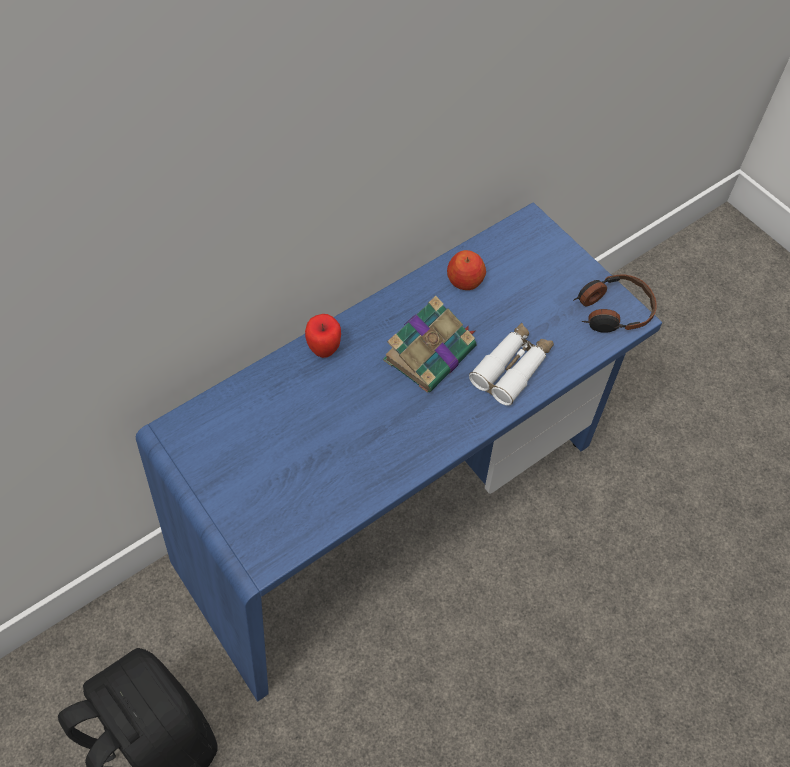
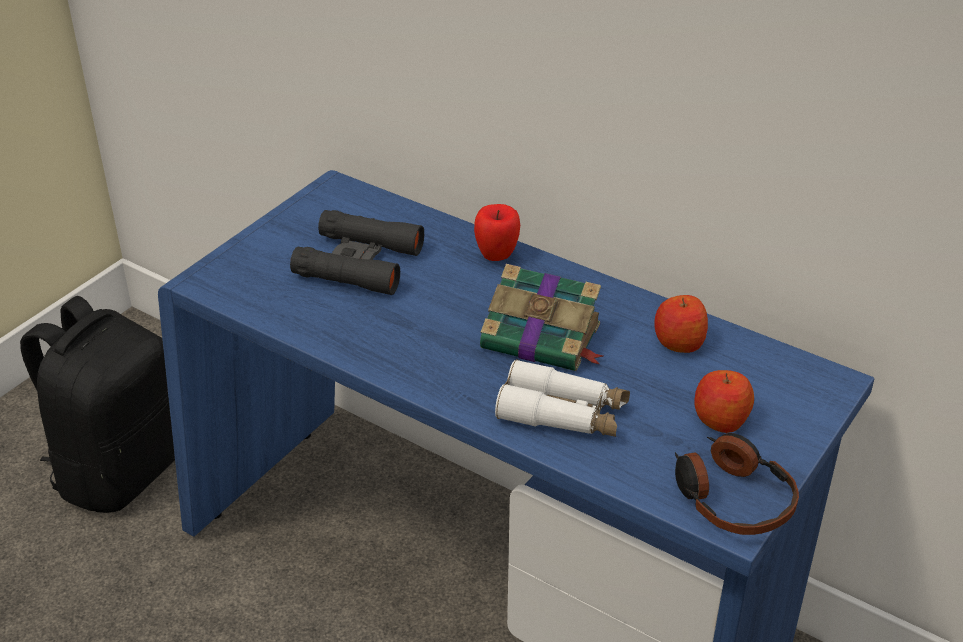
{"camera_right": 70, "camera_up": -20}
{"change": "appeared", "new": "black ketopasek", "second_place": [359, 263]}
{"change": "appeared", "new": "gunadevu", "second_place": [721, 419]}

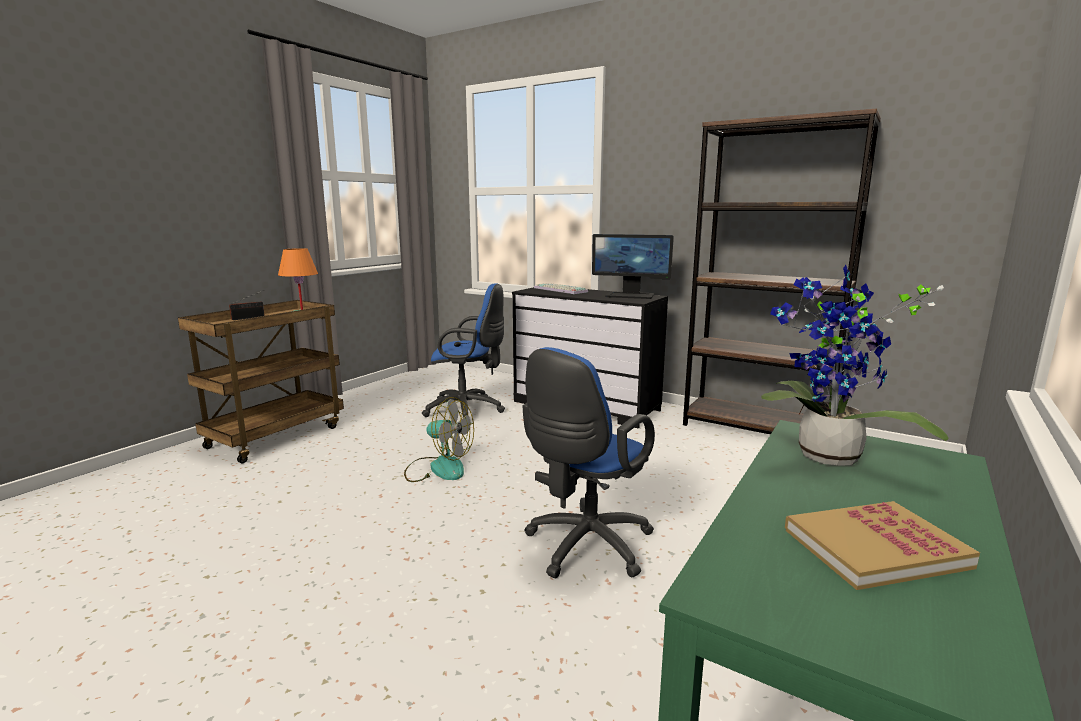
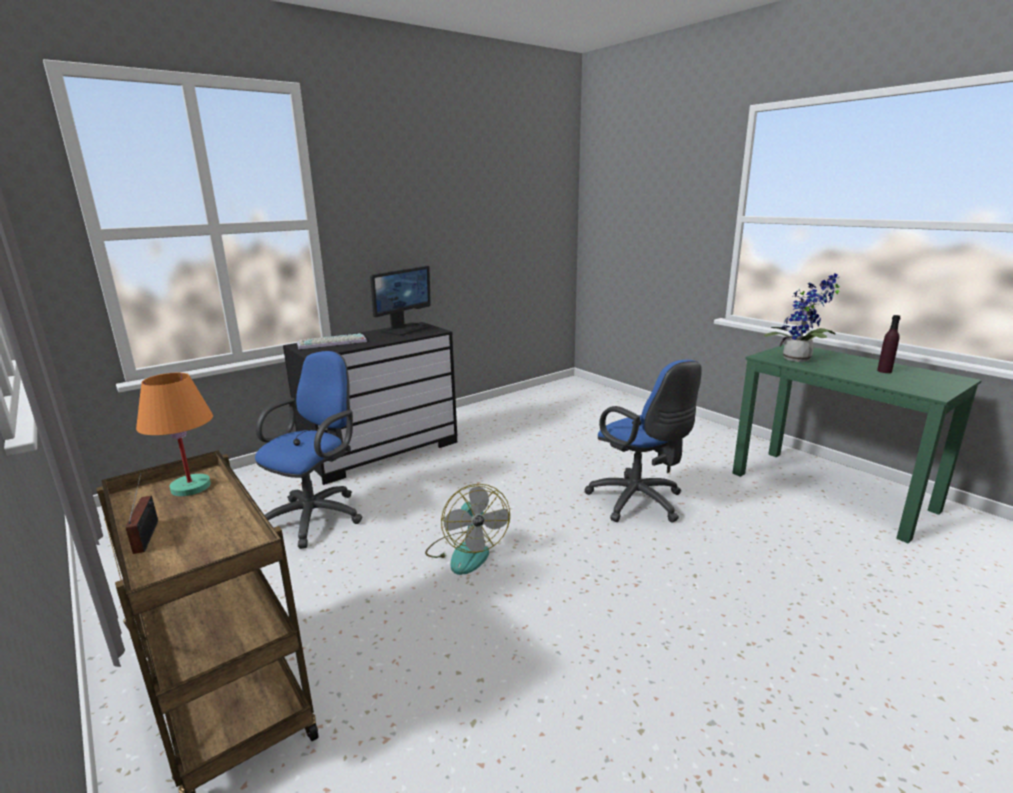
{"camera_right": -70, "camera_up": 5}
{"change": "missing", "old": "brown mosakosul", "first_place": [757, 429]}
{"change": "spun", "old": "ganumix", "first_place": [438, 468], "second_place": [466, 552], "degrees": 120}
{"change": "exchanged", "old": "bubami", "new": "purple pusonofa", "first_place": [874, 548], "second_place": [884, 371]}

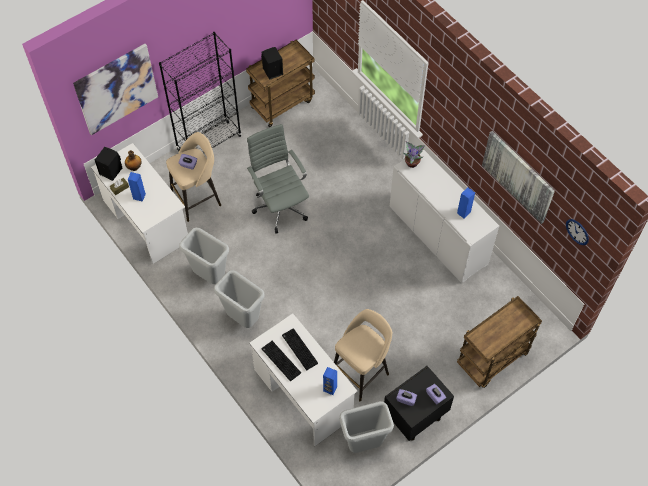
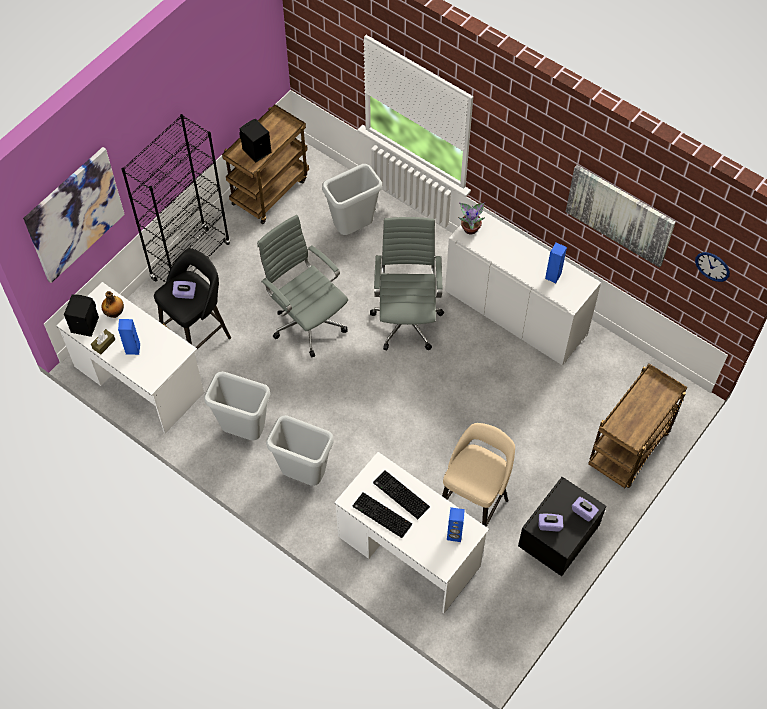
{"camera_right": -15, "camera_up": 0}
{"change": "colour", "old": "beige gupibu", "new": "black gupibu", "first_place": [197, 199], "second_place": [198, 337]}
{"change": "relocated", "old": "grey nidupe", "first_place": [364, 444], "second_place": [353, 229]}
{"change": "appeared", "new": "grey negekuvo", "second_place": [407, 319]}

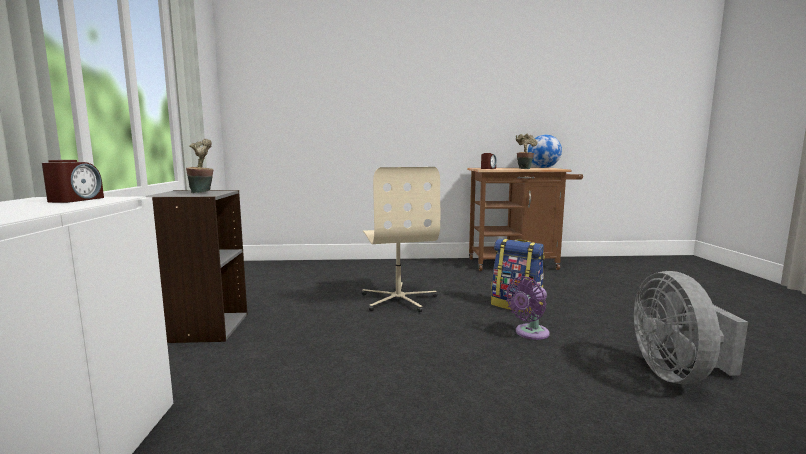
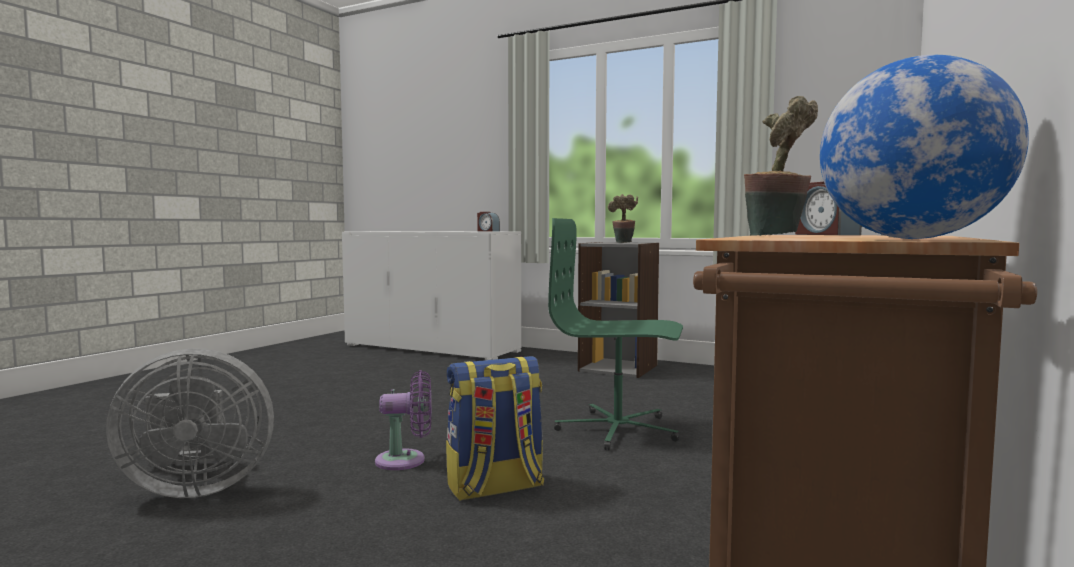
{"camera_right": 120, "camera_up": -5}
{"change": "colour", "old": "beige negekuvo", "new": "green negekuvo", "first_place": [398, 299], "second_place": [618, 430]}
{"change": "spun", "old": "grey ganumix", "first_place": [677, 374], "second_place": [195, 488], "degrees": 135}
{"change": "spun", "old": "purple ganumix", "first_place": [529, 333], "second_place": [406, 460], "degrees": 90}

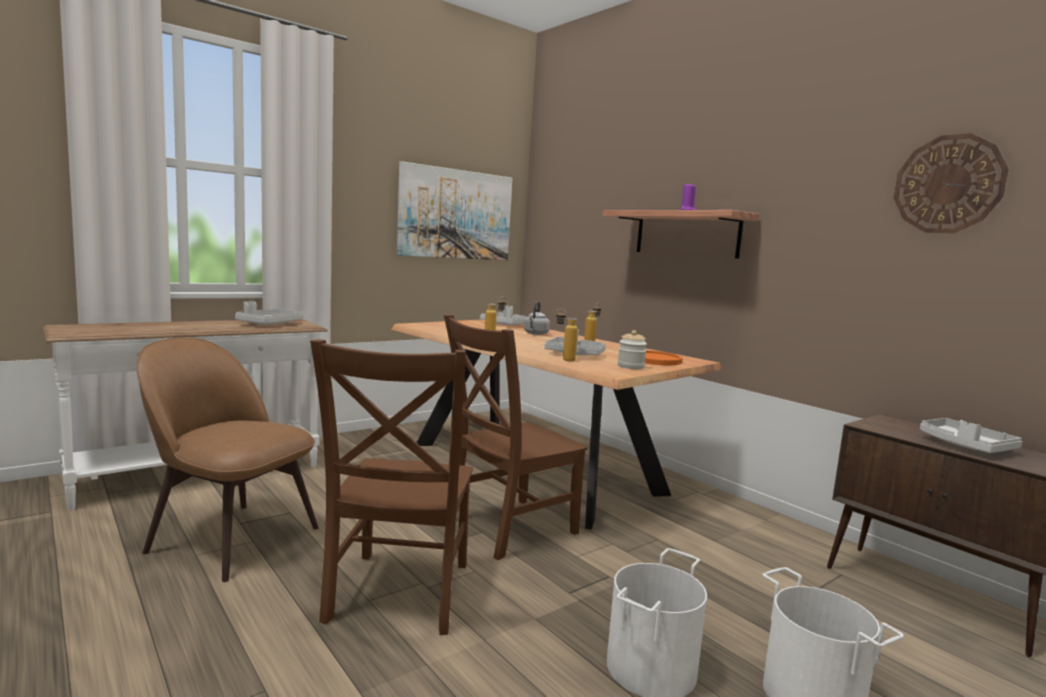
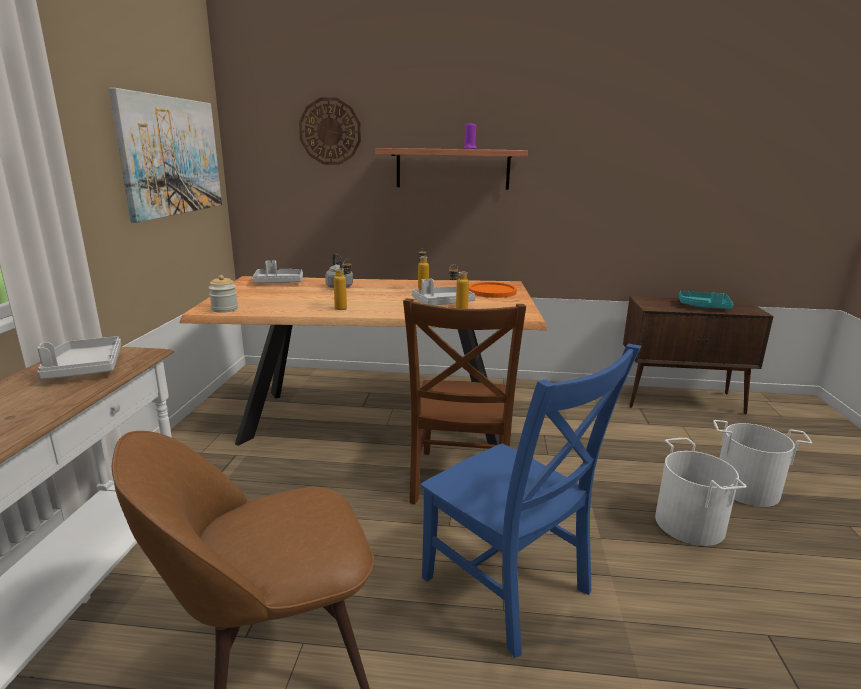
{"camera_right": -45, "camera_up": 10}
{"change": "relocated", "old": "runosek", "first_place": [948, 184], "second_place": [330, 131]}
{"change": "relocated", "old": "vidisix", "first_place": [630, 366], "second_place": [225, 309]}
{"change": "colour", "old": "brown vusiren", "new": "blue vusiren", "first_place": [397, 595], "second_place": [510, 589]}
{"change": "colour", "old": "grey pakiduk", "new": "turquoise pakiduk", "first_place": [964, 446], "second_place": [703, 307]}

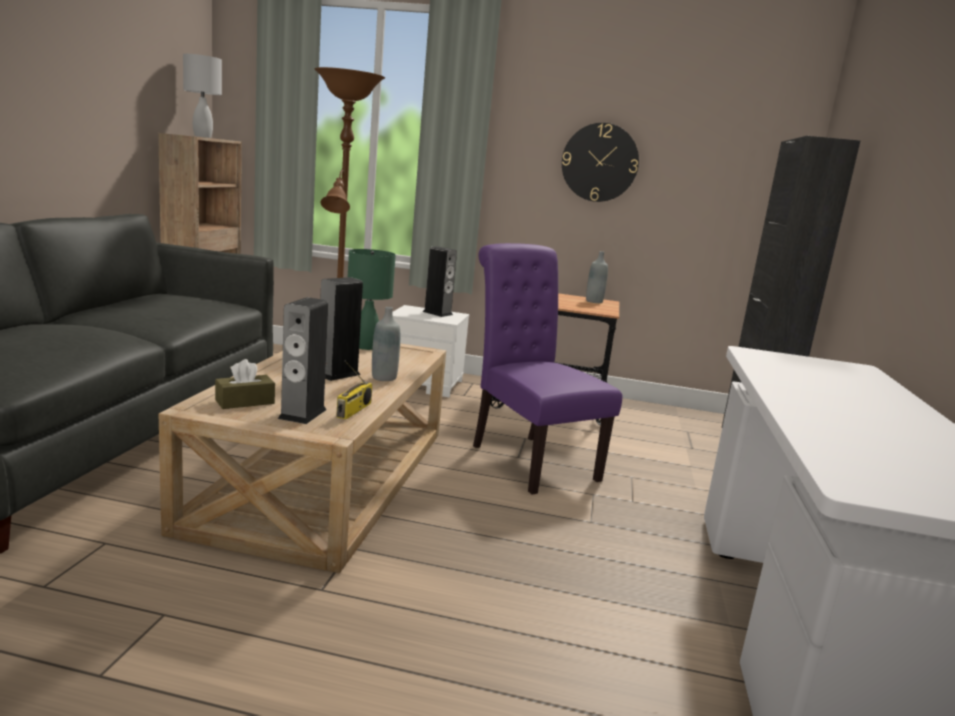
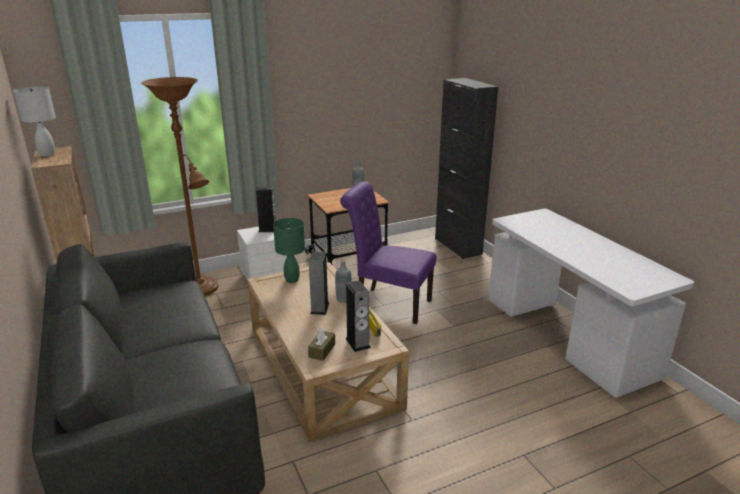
{"camera_right": -35, "camera_up": 10}
{"change": "missing", "old": "runosek", "first_place": [599, 162]}

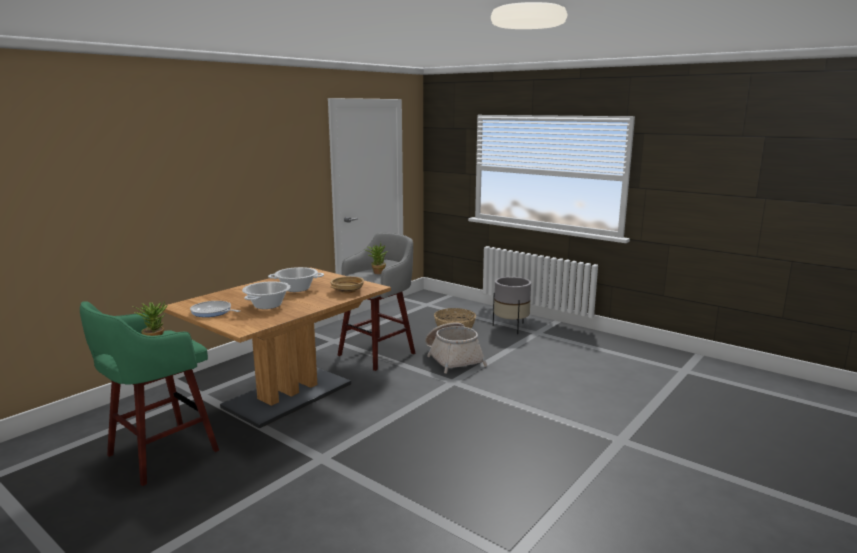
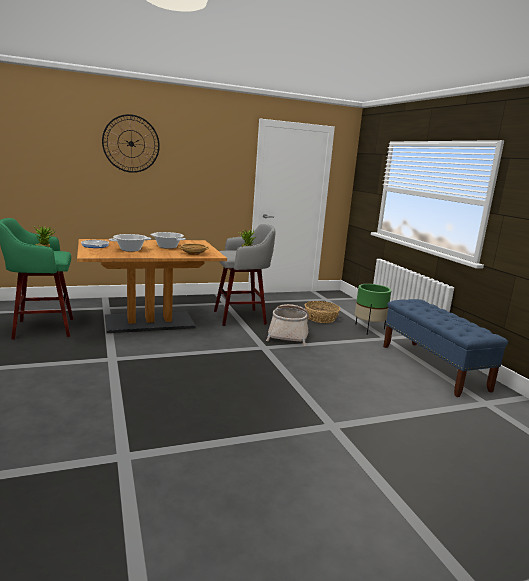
{"camera_right": 30, "camera_up": 0}
{"change": "colour", "old": "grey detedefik", "new": "green detedefik", "first_place": [511, 327], "second_place": [369, 329]}
{"change": "appeared", "new": "runosek", "second_place": [131, 144]}
{"change": "appeared", "new": "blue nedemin", "second_place": [433, 367]}

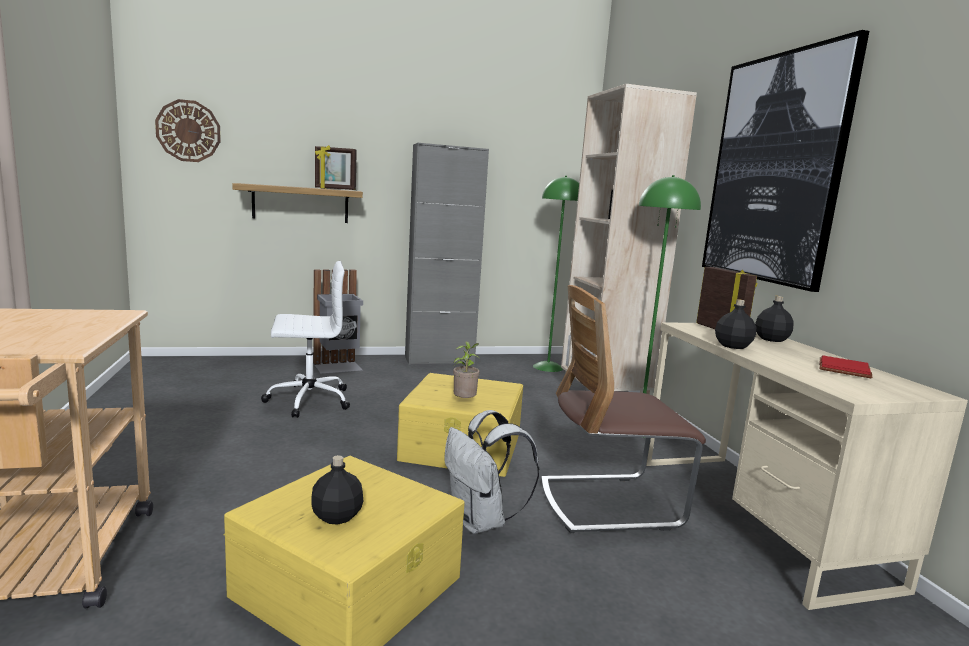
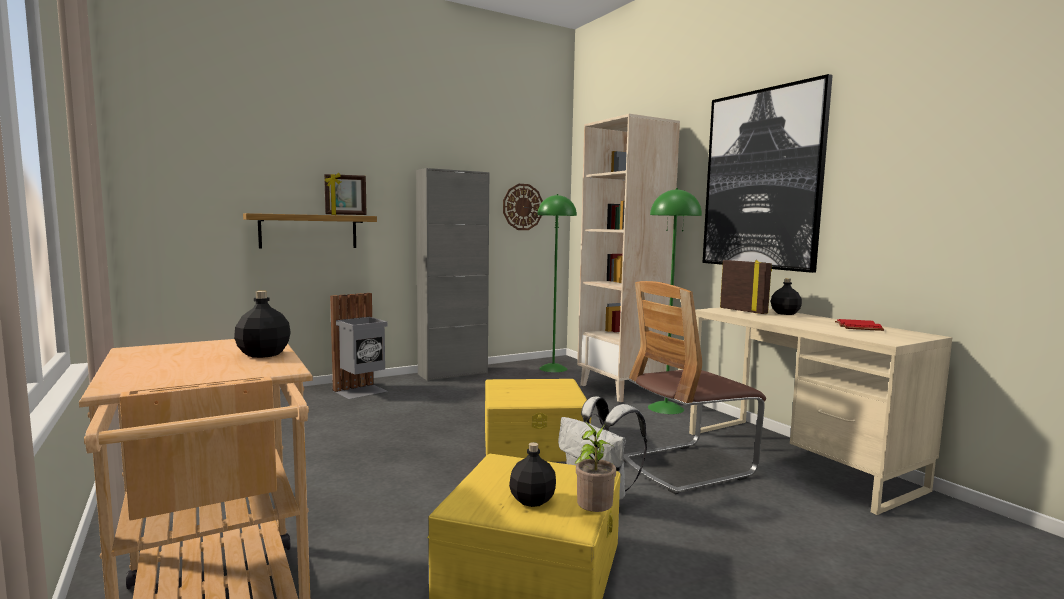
{"camera_right": -15, "camera_up": -5}
{"change": "relocated", "old": "runosek", "first_place": [188, 131], "second_place": [522, 207]}
{"change": "missing", "old": "white negekuvo", "first_place": [307, 400]}
{"change": "relocated", "old": "black pusonofa", "first_place": [733, 346], "second_place": [264, 354]}
{"change": "relocated", "old": "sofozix", "first_place": [464, 402], "second_place": [593, 516]}

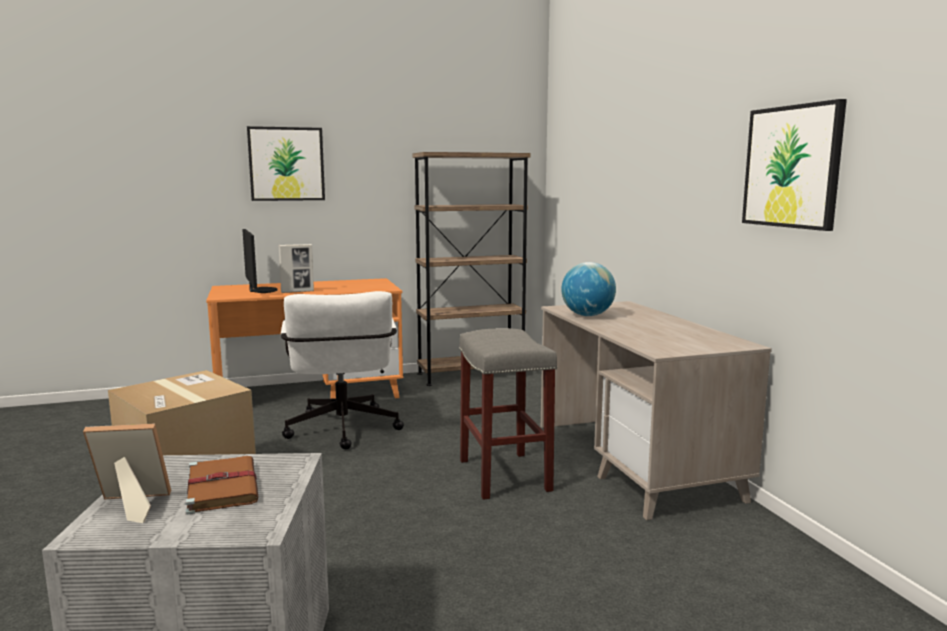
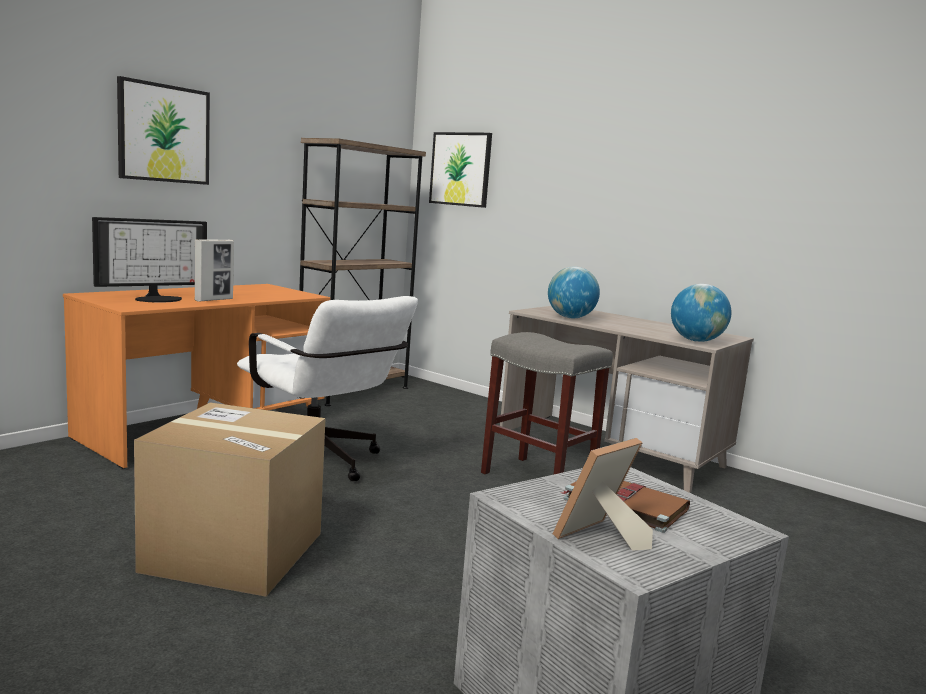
{"camera_right": -35, "camera_up": 0}
{"change": "relocated", "old": "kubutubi", "first_place": [792, 167], "second_place": [460, 169]}
{"change": "spun", "old": "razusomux", "first_place": [260, 290], "second_place": [158, 299], "degrees": 105}
{"change": "appeared", "new": "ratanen", "second_place": [696, 341]}

